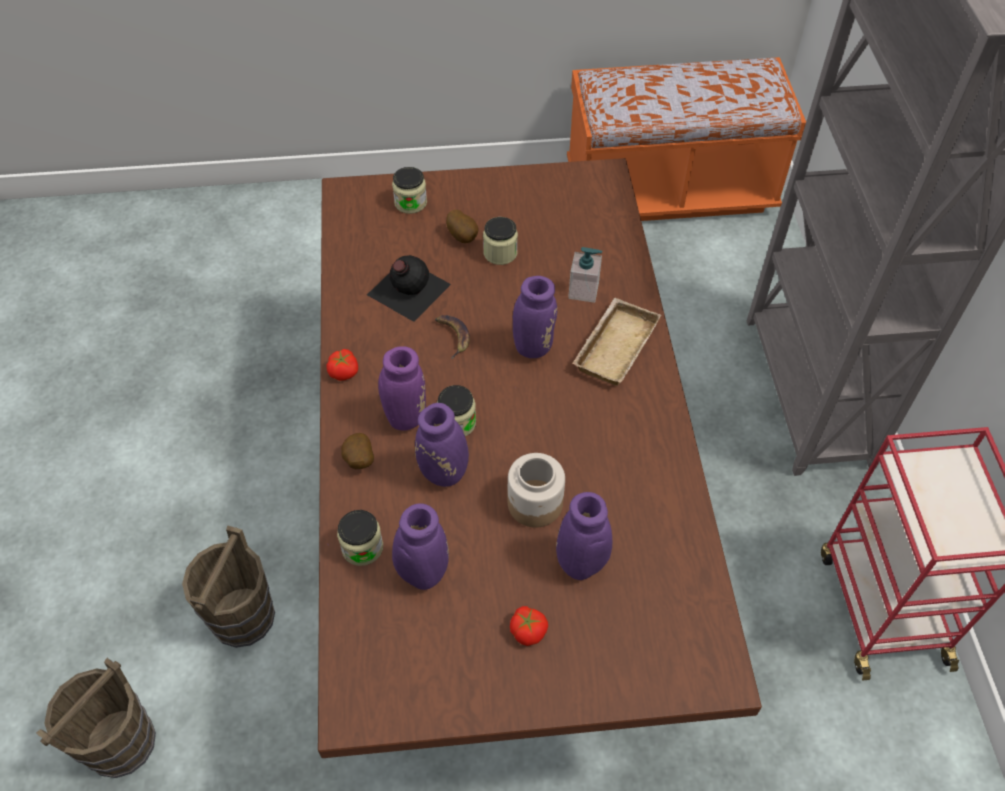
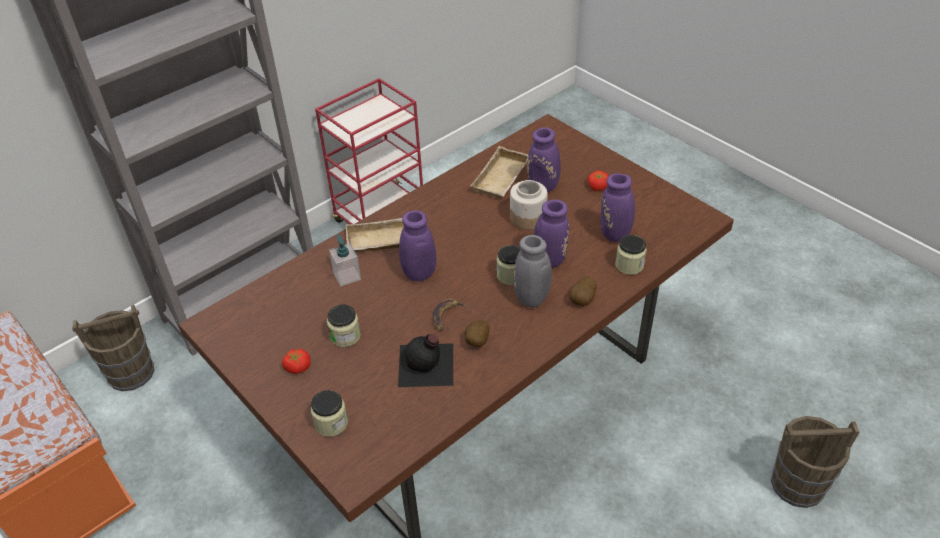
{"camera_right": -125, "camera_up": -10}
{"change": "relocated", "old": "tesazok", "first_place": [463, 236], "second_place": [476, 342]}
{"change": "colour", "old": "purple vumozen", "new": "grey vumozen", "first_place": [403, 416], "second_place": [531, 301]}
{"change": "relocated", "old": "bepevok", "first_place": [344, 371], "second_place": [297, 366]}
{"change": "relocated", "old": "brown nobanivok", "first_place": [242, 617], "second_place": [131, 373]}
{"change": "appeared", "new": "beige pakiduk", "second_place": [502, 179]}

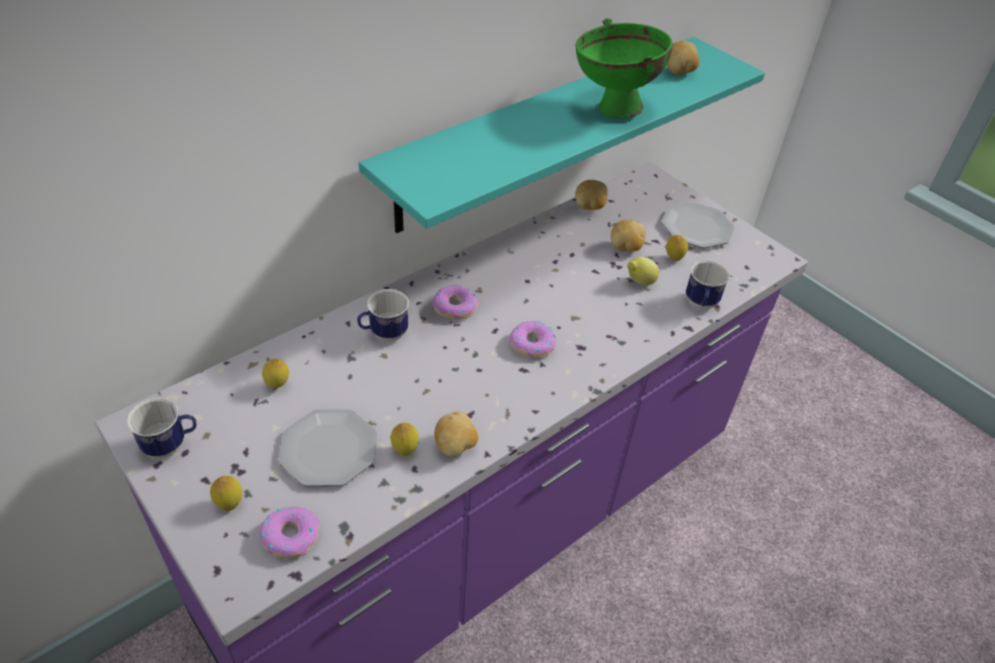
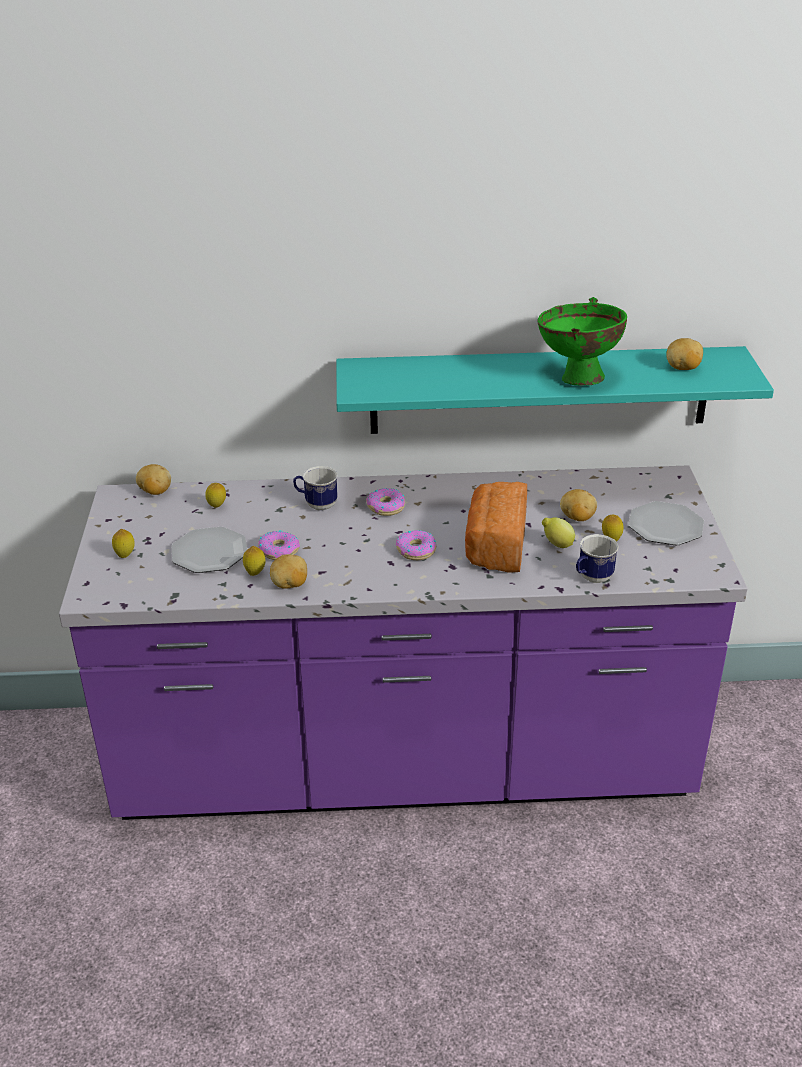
{"camera_right": 40, "camera_up": -10}
{"change": "relocated", "old": "tesazok", "first_place": [589, 207], "second_place": [155, 492]}
{"change": "missing", "old": "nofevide", "first_place": [171, 445]}
{"change": "relocated", "old": "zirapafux", "first_place": [290, 536], "second_place": [279, 550]}
{"change": "appeared", "new": "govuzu", "second_place": [495, 546]}

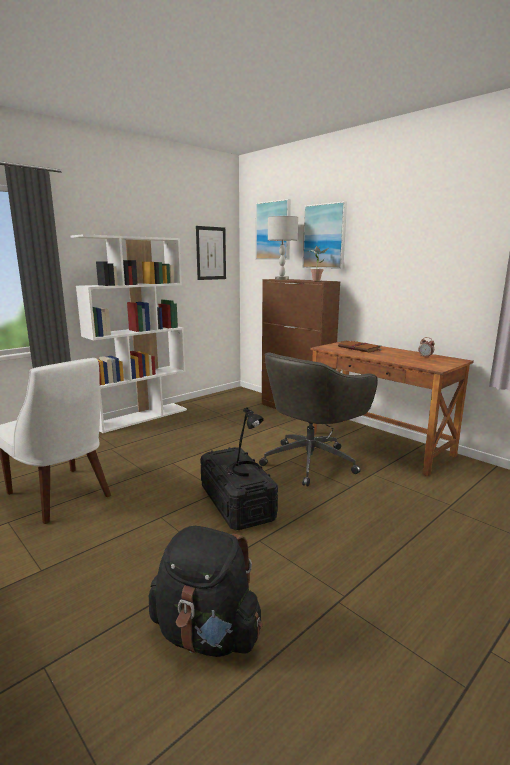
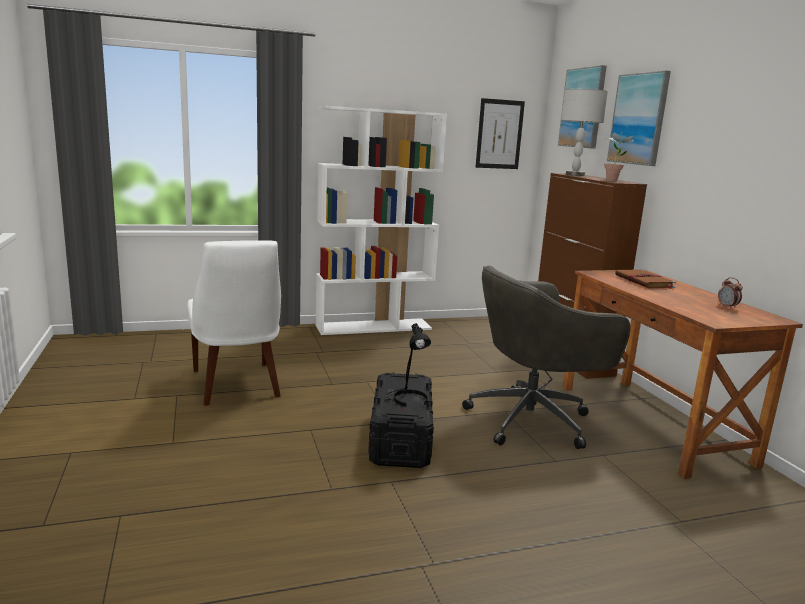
{"camera_right": 25, "camera_up": 0}
{"change": "missing", "old": "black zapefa", "first_place": [207, 634]}

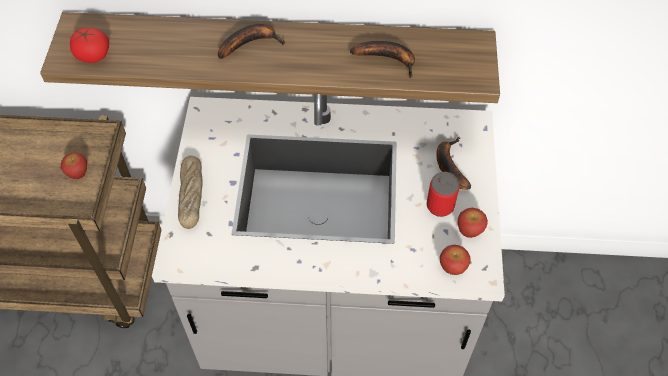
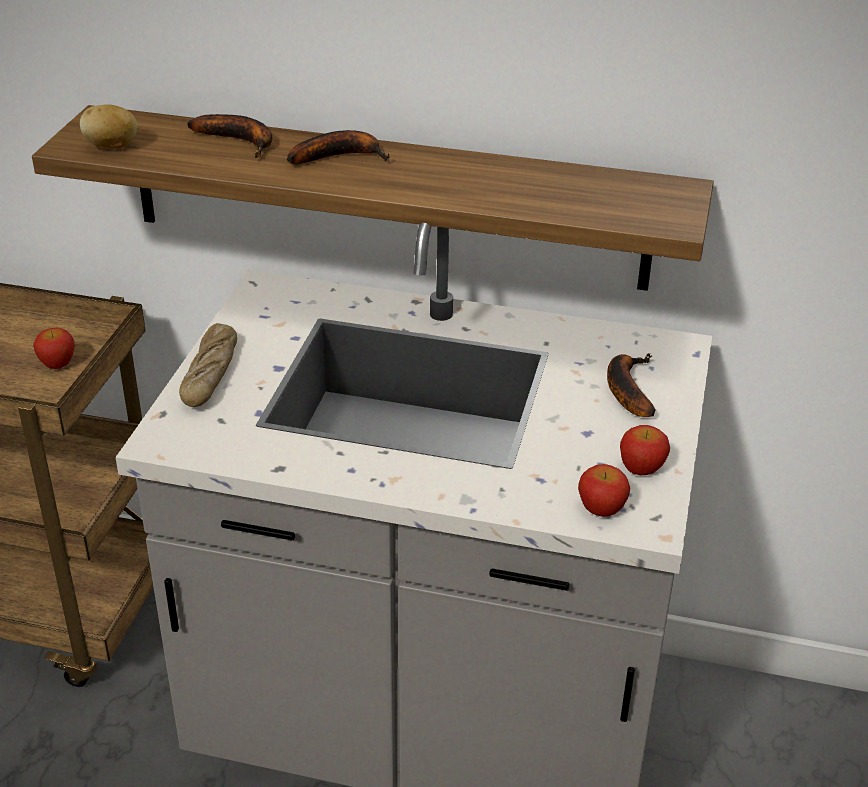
{"camera_right": 10, "camera_up": -20}
{"change": "exchanged", "old": "bepevok", "new": "tesazok", "first_place": [93, 56], "second_place": [112, 147]}
{"change": "relocated", "old": "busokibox", "first_place": [389, 59], "second_place": [240, 141]}
{"change": "missing", "old": "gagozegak", "first_place": [440, 206]}

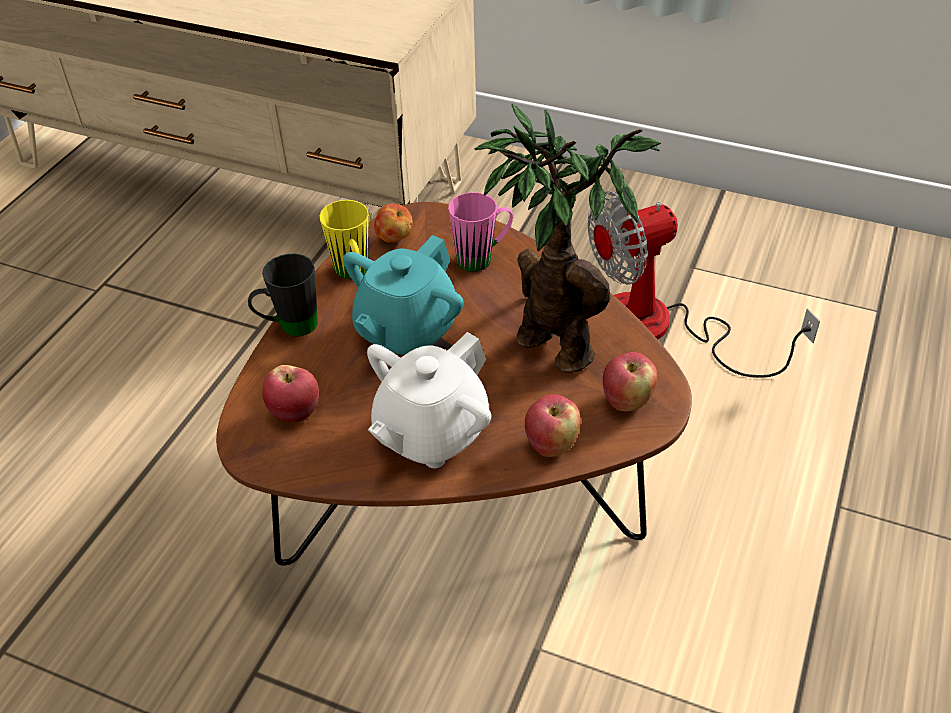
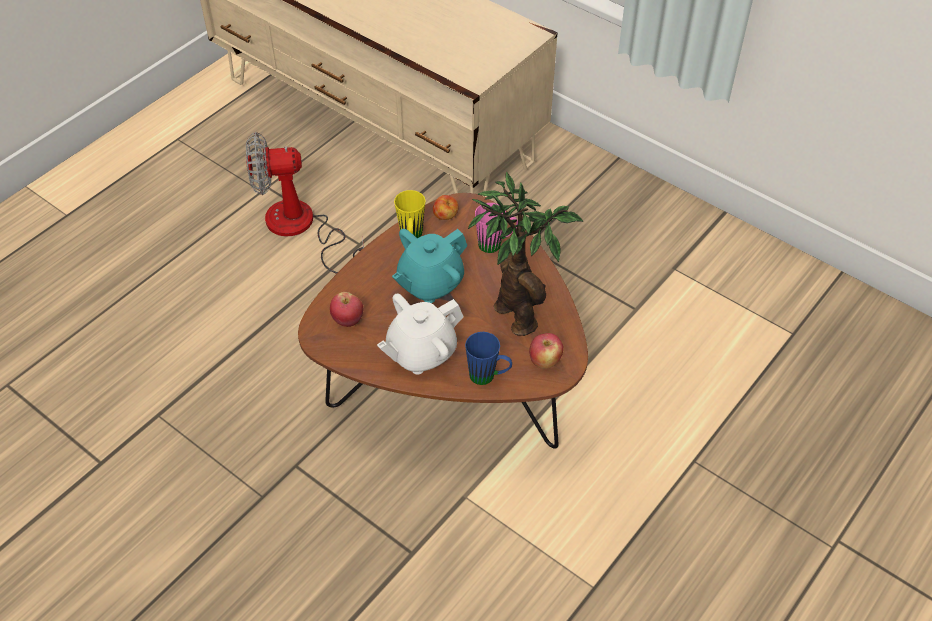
{"camera_right": 15, "camera_up": 5}
{"change": "relocated", "old": "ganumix", "first_place": [660, 329], "second_place": [301, 229]}
{"change": "missing", "old": "black nofevide", "first_place": [289, 327]}
{"change": "exchanged", "old": "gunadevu", "new": "blue nofevide", "first_place": [551, 444], "second_place": [488, 377]}

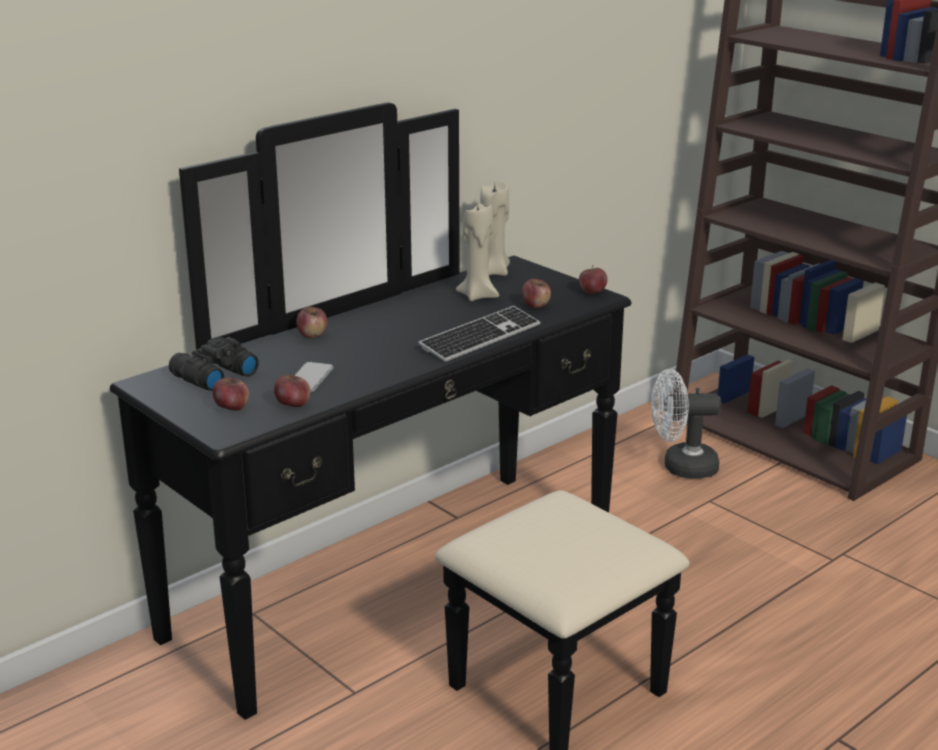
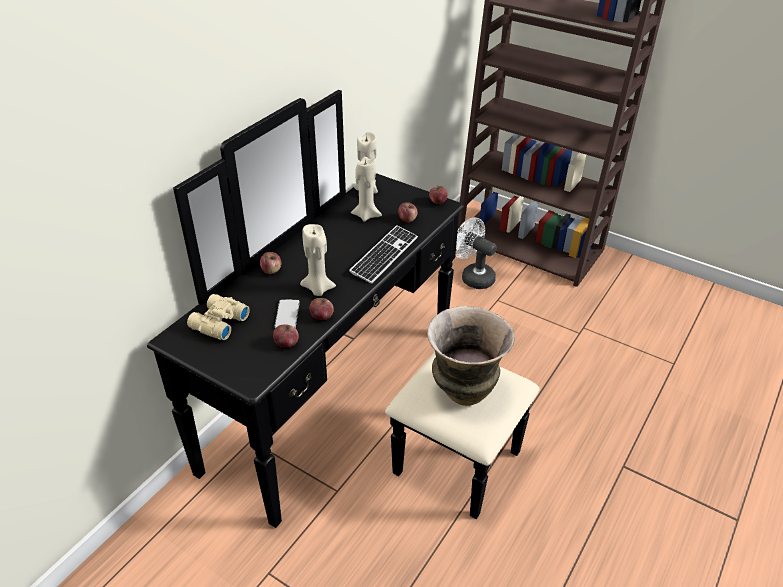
{"camera_right": -15, "camera_up": 15}
{"change": "colour", "old": "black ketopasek", "new": "beige ketopasek", "first_place": [212, 376], "second_place": [218, 323]}
{"change": "spun", "old": "white ganumix", "first_place": [681, 467], "second_place": [473, 276], "degrees": 60}
{"change": "relocated", "old": "gunadevu", "first_place": [232, 407], "second_place": [322, 316]}
{"change": "appeared", "new": "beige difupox", "second_place": [318, 289]}
{"change": "appeared", "new": "vumozen", "second_place": [463, 390]}

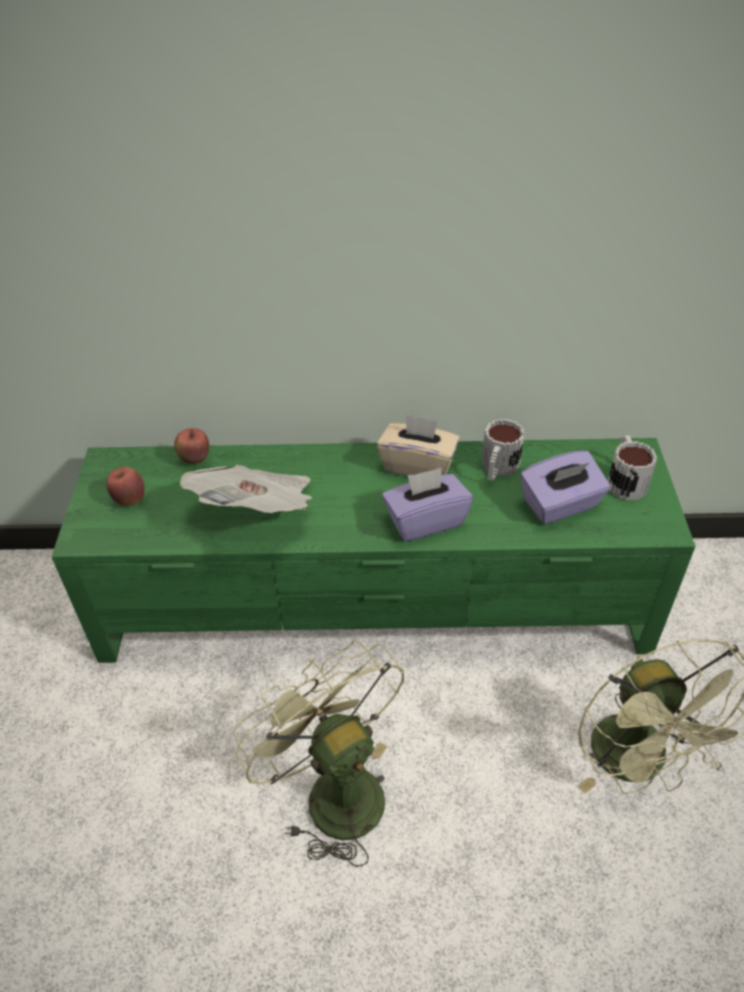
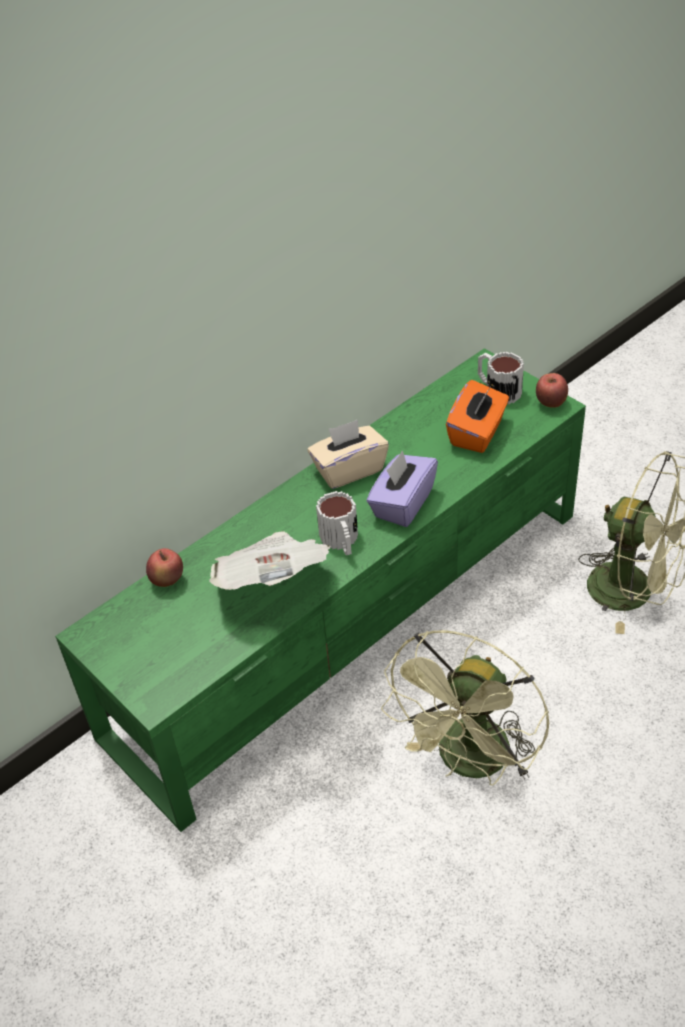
{"camera_right": -40, "camera_up": 0}
{"change": "relocated", "old": "nofevide", "first_place": [497, 469], "second_place": [341, 541]}
{"change": "colour", "old": "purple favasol", "new": "orange favasol", "first_place": [560, 505], "second_place": [477, 433]}
{"change": "relocated", "old": "gunadevu", "first_place": [129, 499], "second_place": [550, 403]}
{"change": "spun", "old": "green ganumix", "first_place": [333, 790], "second_place": [470, 763], "degrees": -75}

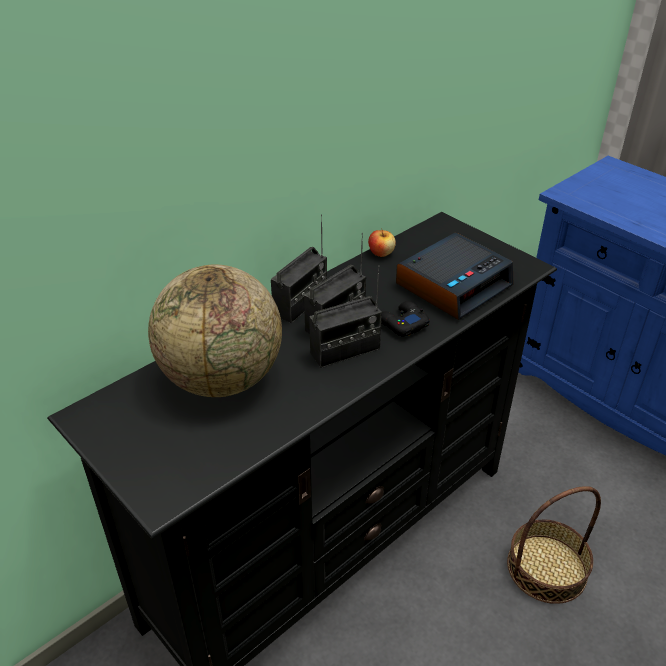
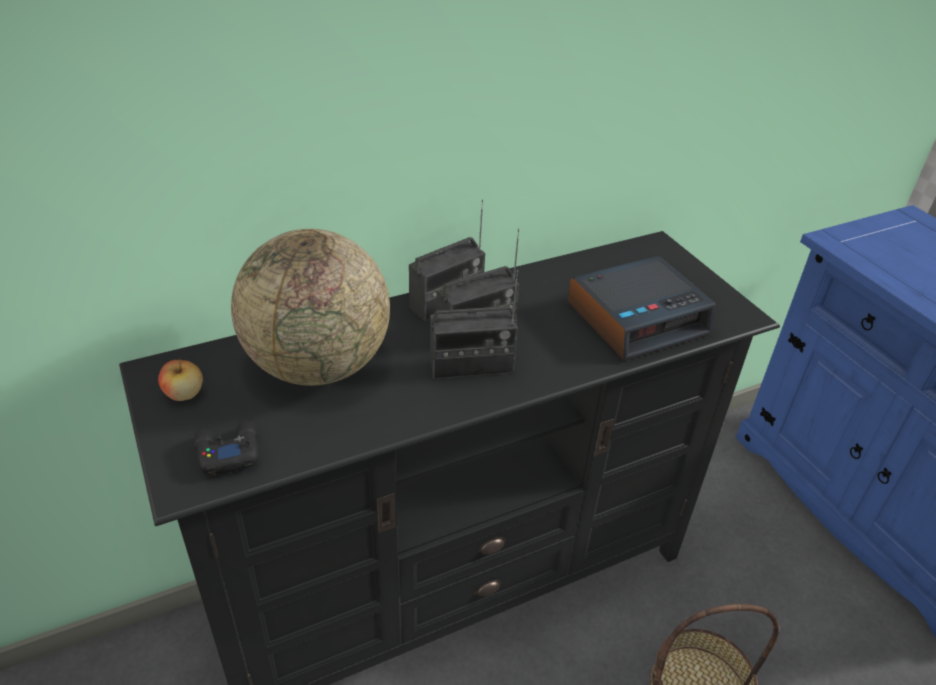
{"camera_right": 15, "camera_up": 0}
{"change": "relocated", "old": "gunadevu", "first_place": [381, 253], "second_place": [184, 394]}
{"change": "relocated", "old": "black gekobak", "first_place": [402, 324], "second_place": [227, 452]}

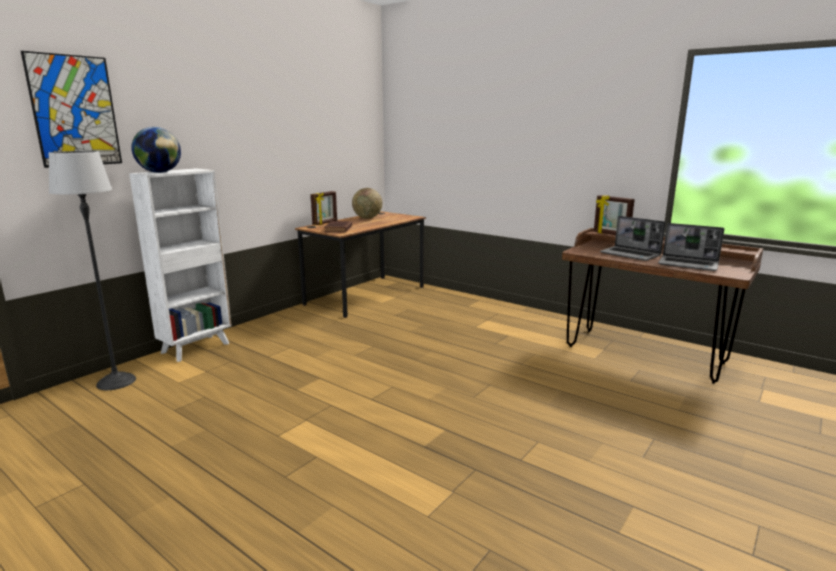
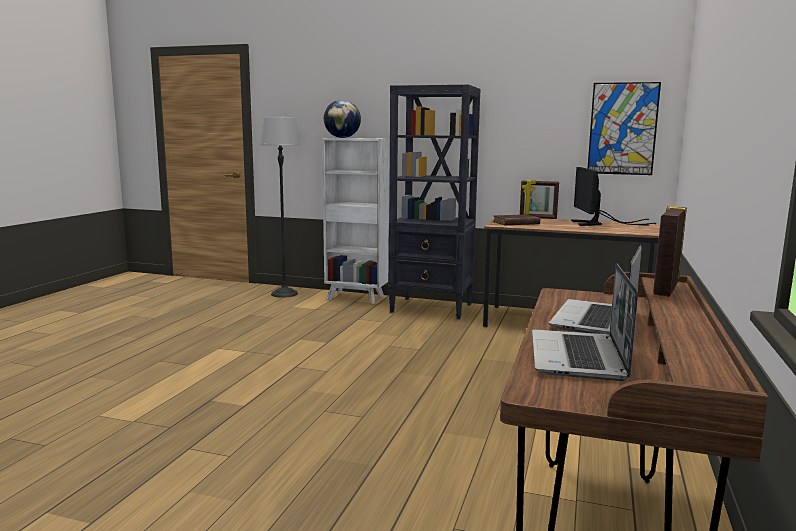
{"camera_right": 70, "camera_up": -5}
{"change": "relocated", "old": "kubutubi", "first_place": [75, 111], "second_place": [622, 129]}
{"change": "exchanged", "old": "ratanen", "new": "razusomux", "first_place": [367, 218], "second_place": [598, 224]}
{"change": "appeared", "new": "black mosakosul", "second_place": [432, 308]}

